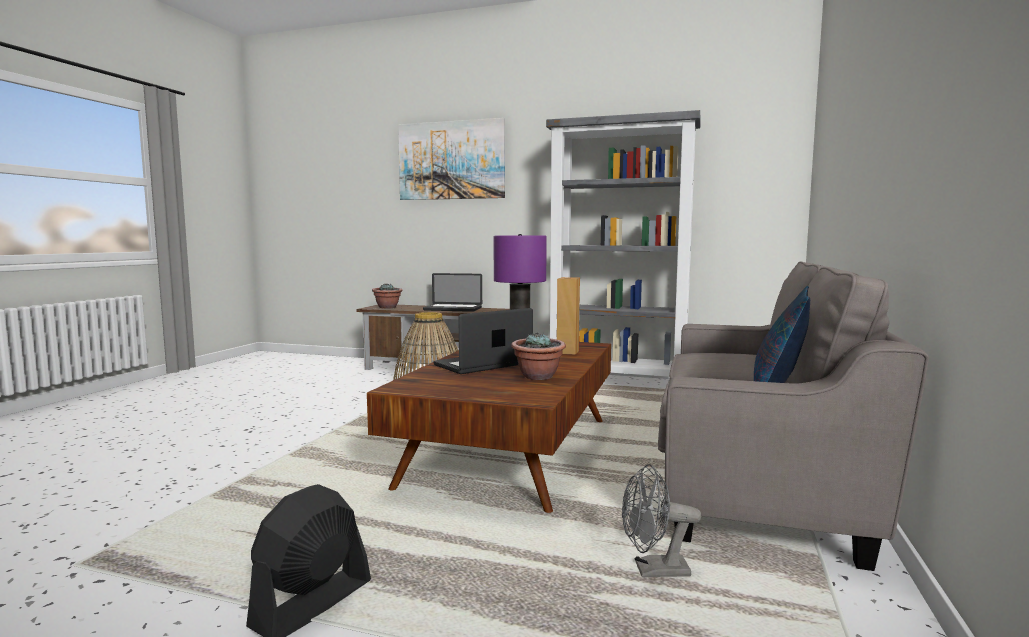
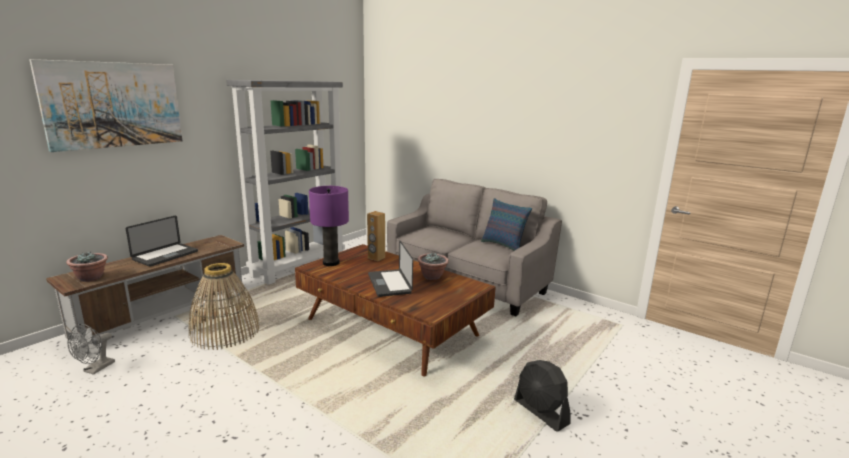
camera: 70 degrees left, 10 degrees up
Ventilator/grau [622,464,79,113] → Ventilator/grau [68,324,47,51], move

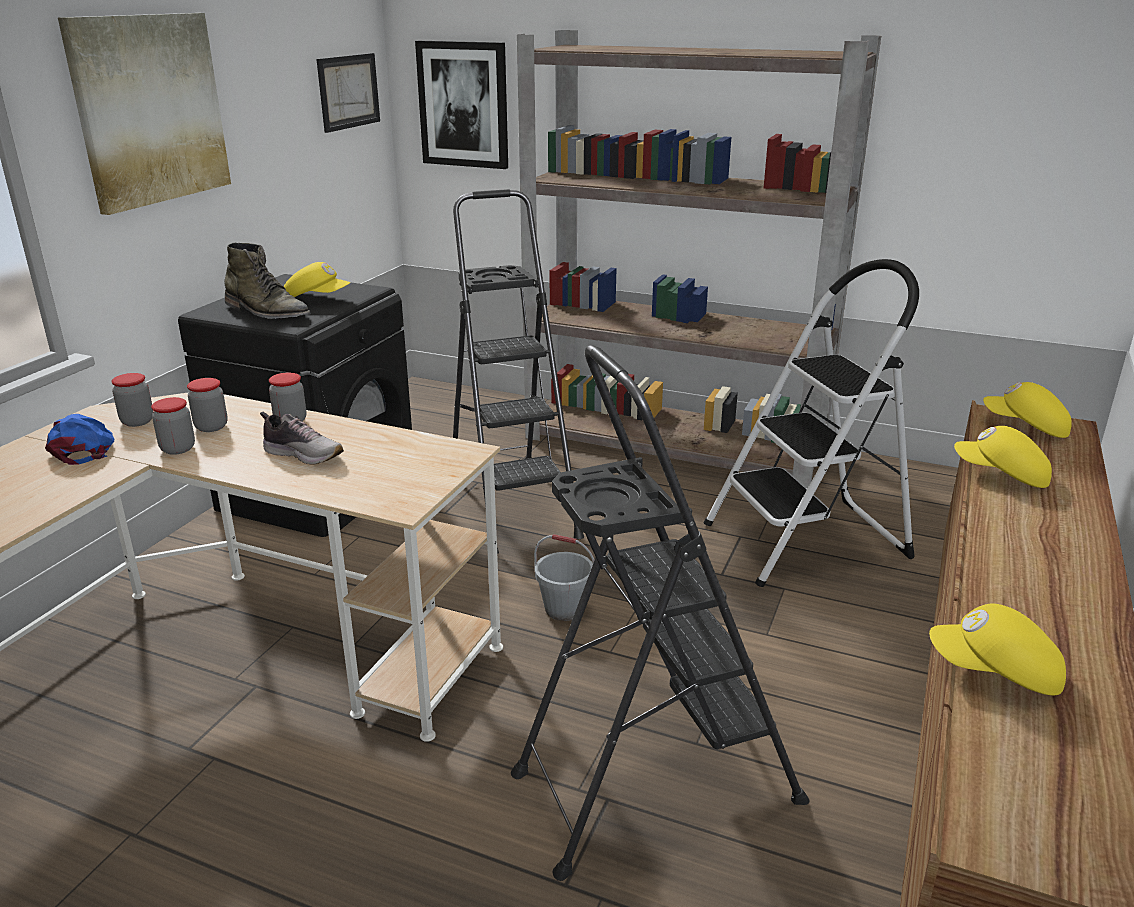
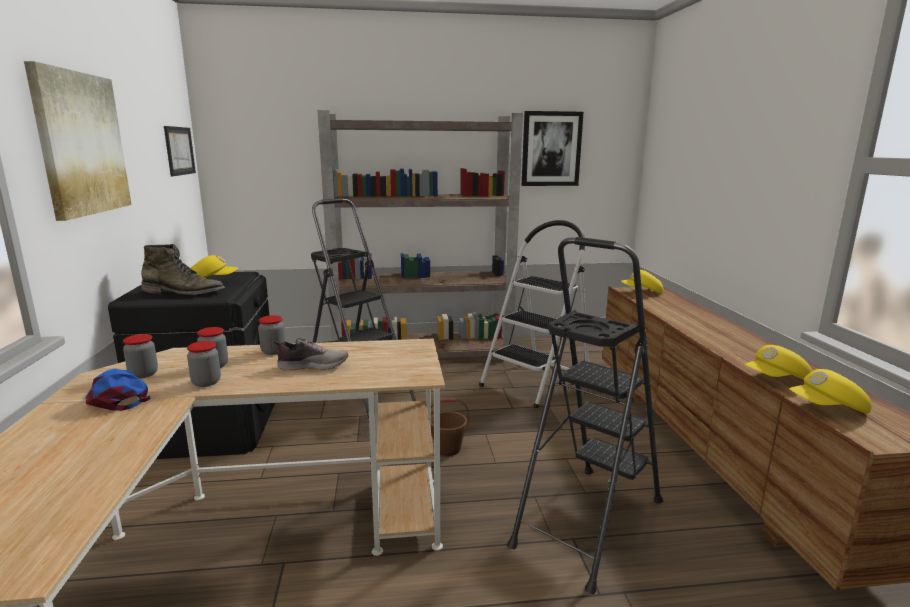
camera: 30 degrees left, 10 degrees down
Bild [415,41,93,128] → Bild [521,111,62,75], move
Eimer/grau [534,534,60,87] → Eimer/braun [431,398,38,58]
Kappe/gelb [954,426,98,62] → Kappe/gelb [789,369,83,44], move

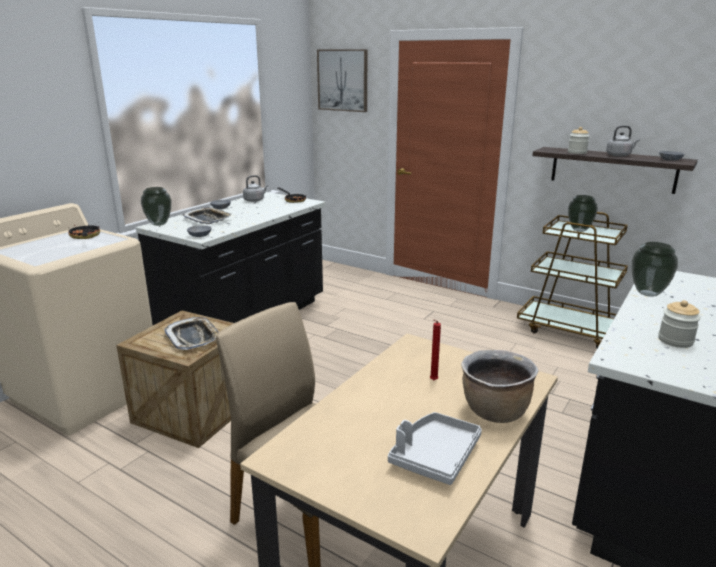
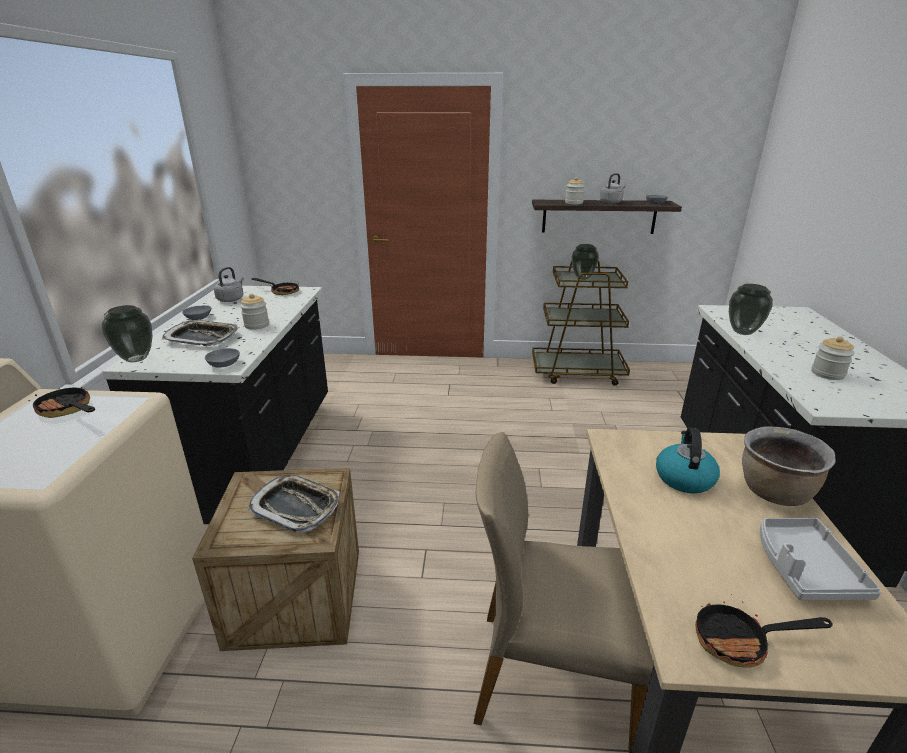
camera: 30 degrees left, 5 degrees up
Bild [317,49,51,63] → -
Kerze/rot [430,320,11,60] → Wasserkessel [656,427,64,66]
- → Vorratsglas [240,294,29,36]
- → Pfanne [695,594,138,74]

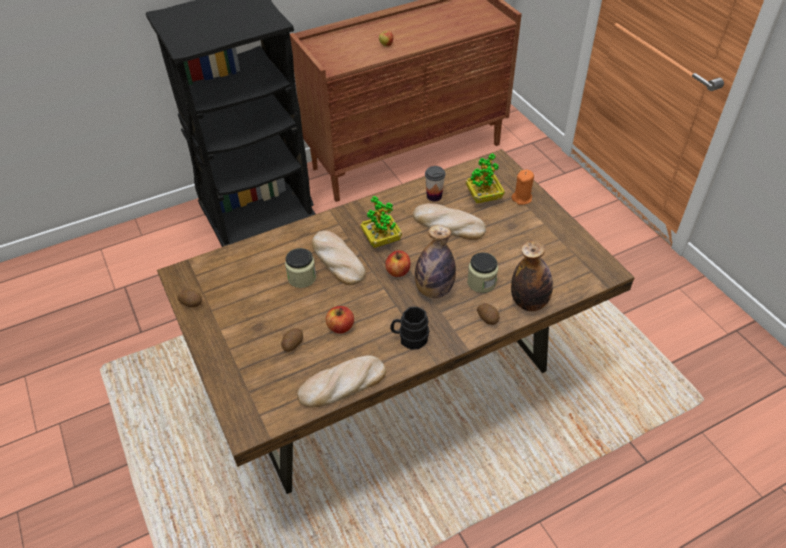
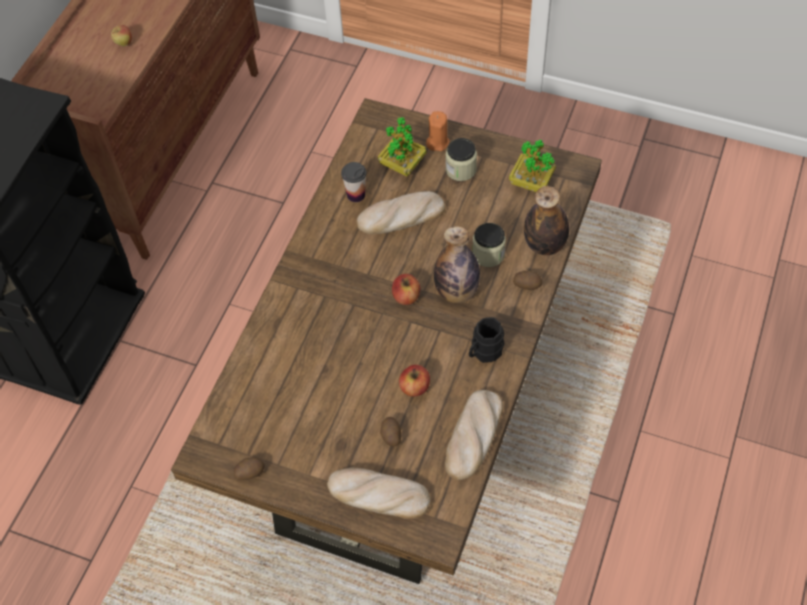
camera: 40 degrees left, 10 degrees up
Vorratsglas [285,248,31,40] → Vorratsglas [446,138,31,43], move
Brot [312,230,54,55] → Brot [327,467,103,52], move
Topfpflanze [361,196,41,52] → Topfpflanze [509,140,47,52], move

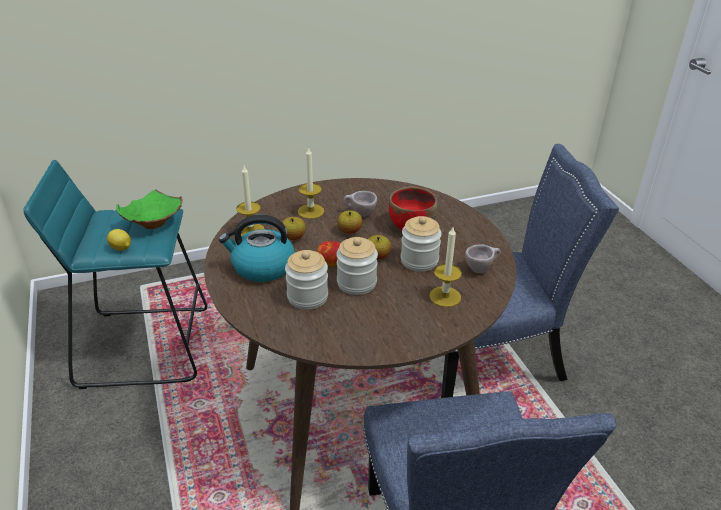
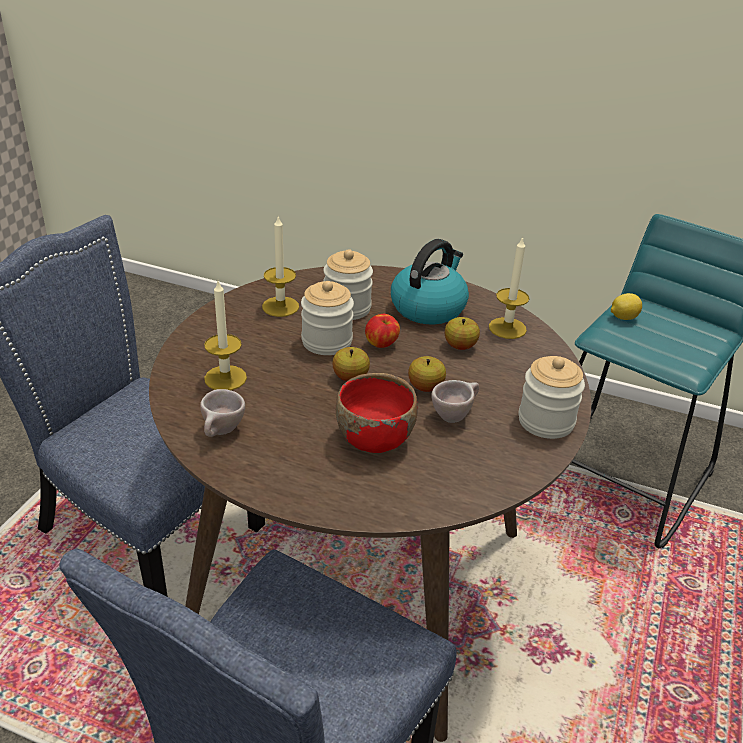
camera: 130 degrees right, 0 degrees up
Schüssel/grün [116,189,66,40] → -
Kerze [298,147,26,72] → Kerze [262,217,37,100], move
Vorratsglas [401,216,41,56] → Vorratsglas [518,356,67,83], move

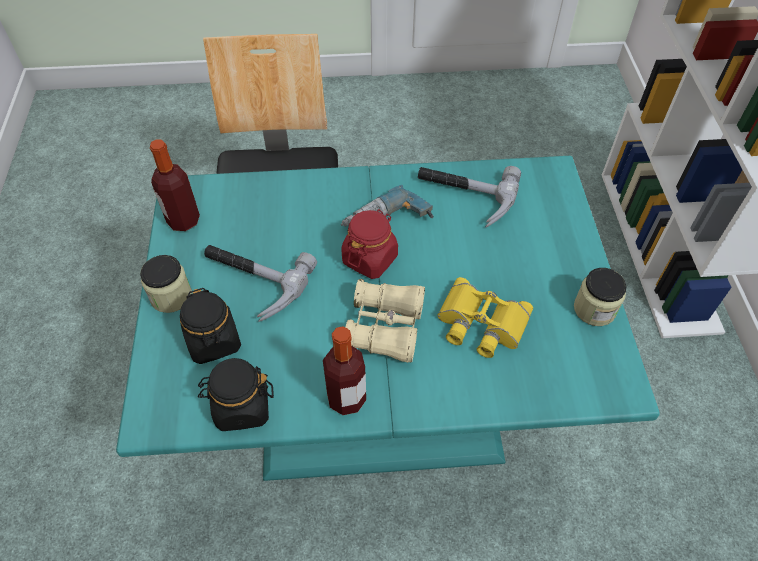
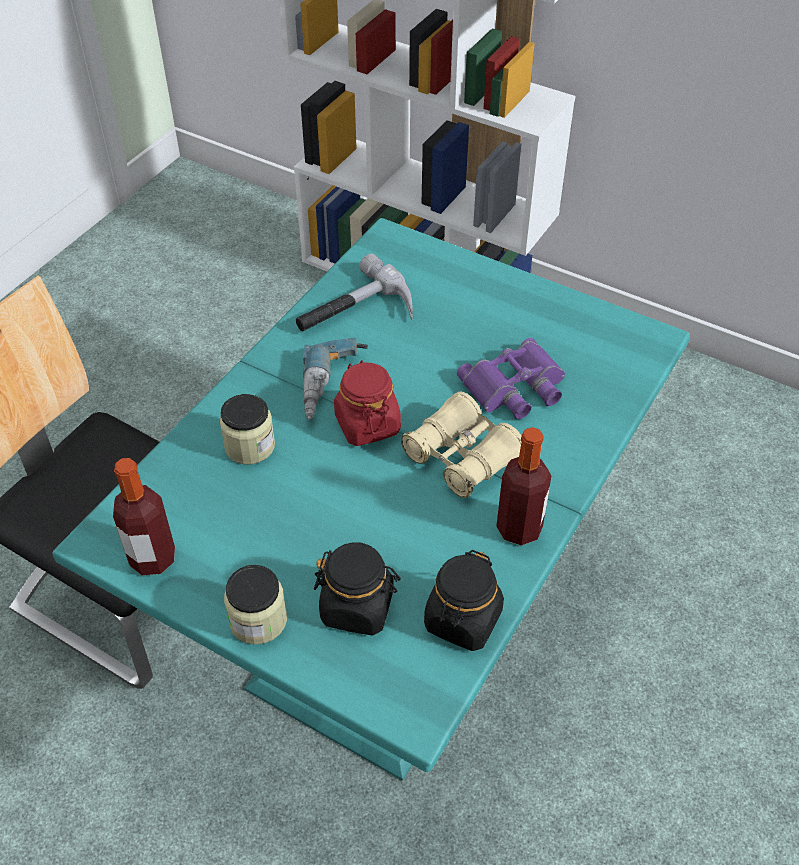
camera: 55 degrees left, 5 degrees down
Hammer [204,245,113,77] → -
Fernglas/gelb [437,277,96,81] → Fernglas/lila [457,338,108,81]
Vorratsglas [574,268,53,58] → Vorratsglas [220,394,55,70], move

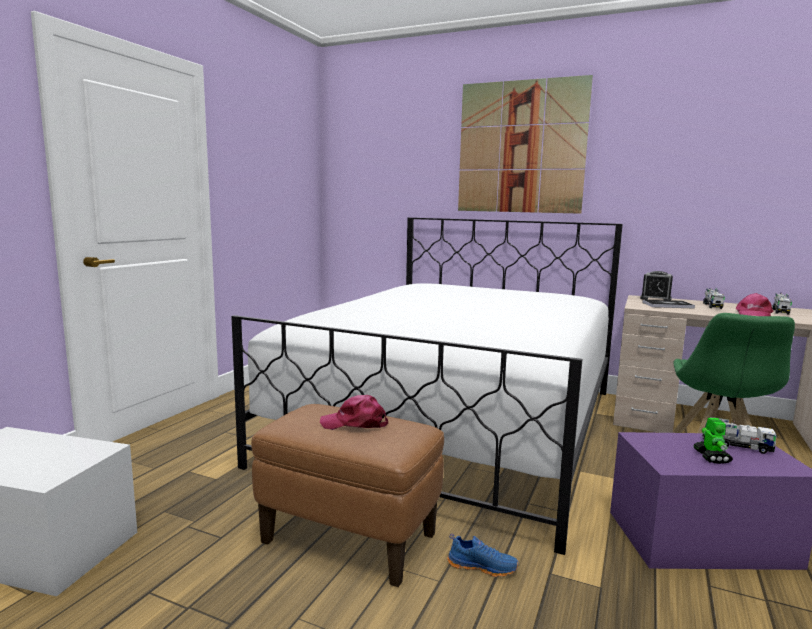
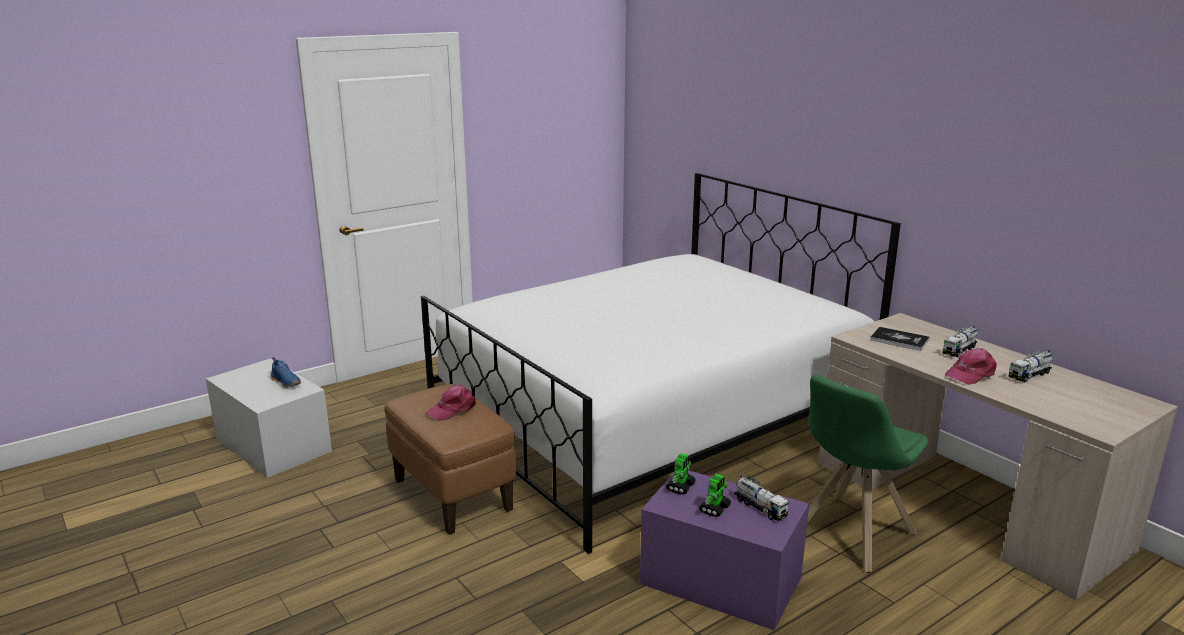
camera: 30 degrees right, 10 degrees up
Kappe/rosa [320,395,68,35] → Kappe/rosa [426,385,50,36], 75 degrees counterclockwise
Schuh/blau [447,534,72,43] → Schuh/blau [271,357,30,31], move
Bild [458,75,135,139] → -
Wecker [640,271,33,29] → -
- → Spielzeugroboter [666,453,30,41]

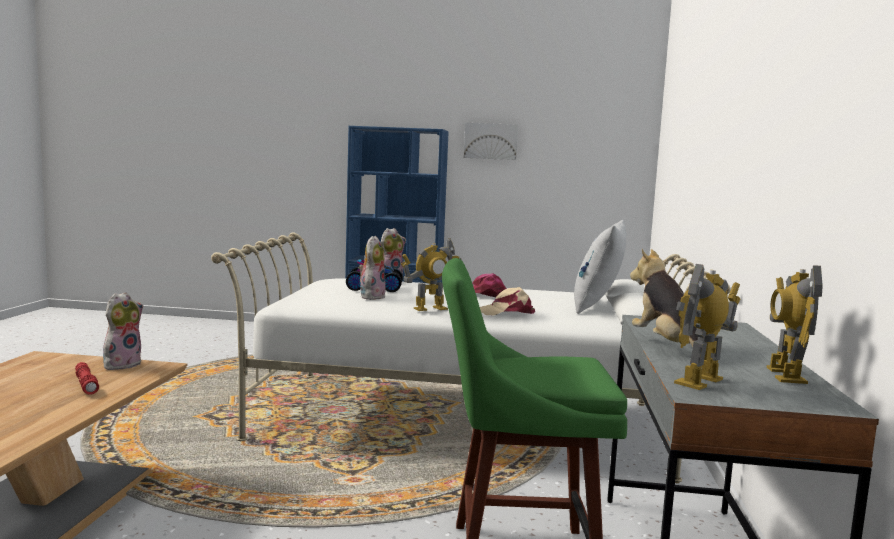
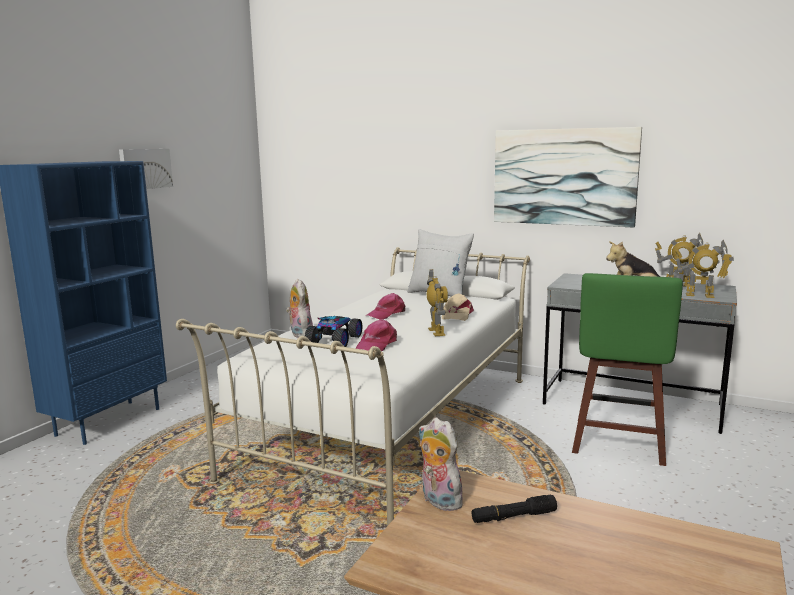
camera: 70 degrees left, 5 degrees up
Taschenlampe/rot [75,362,24,33] → Taschenlampe/schwarz [472,495,85,28]
Plüschtier [359,236,27,64] → Kappe/rosa [355,319,42,32]
Spielzeugroboter [674,264,66,126] → Spielzeugroboter [674,240,60,58], 45 degrees counterclockwise
- → Bild [494,127,148,101]

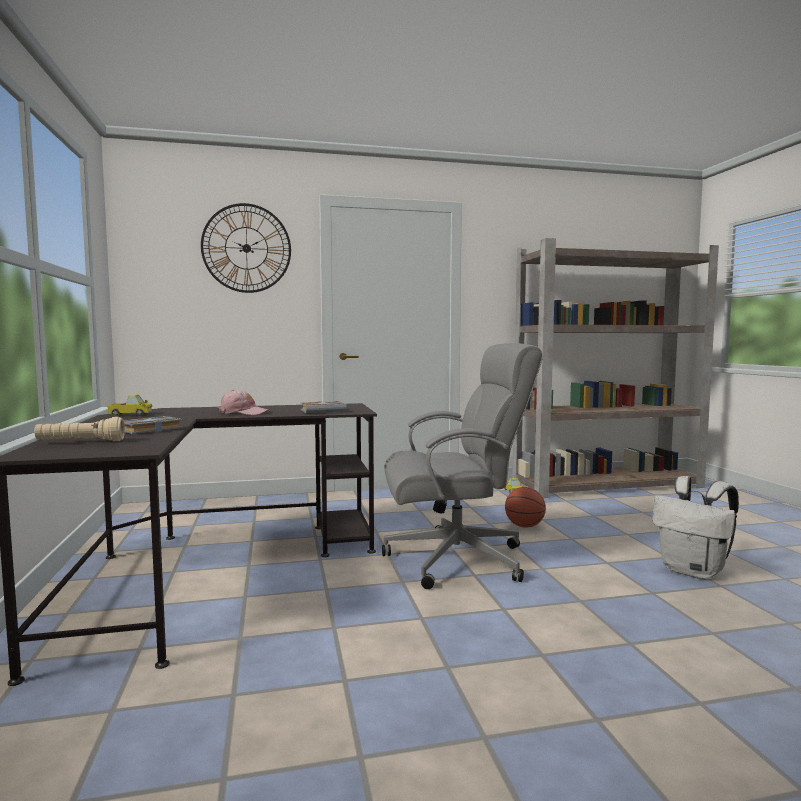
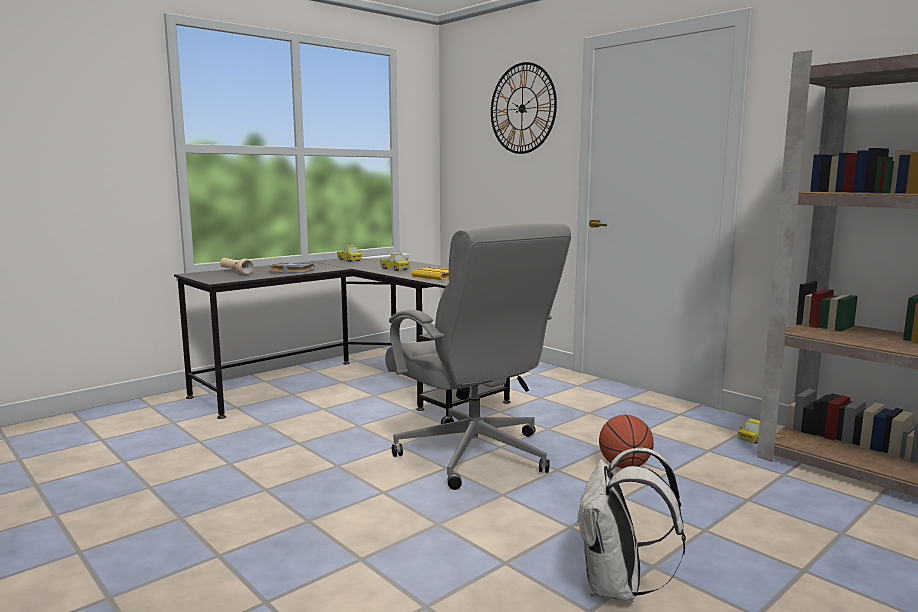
camera: 60 degrees right, 5 degrees up
Kappe/rosa [218,390,52,25] → Spielzeuglaster [380,253,30,18]
Buch/grau [300,401,47,12] → Buch/gelb [412,267,37,13]

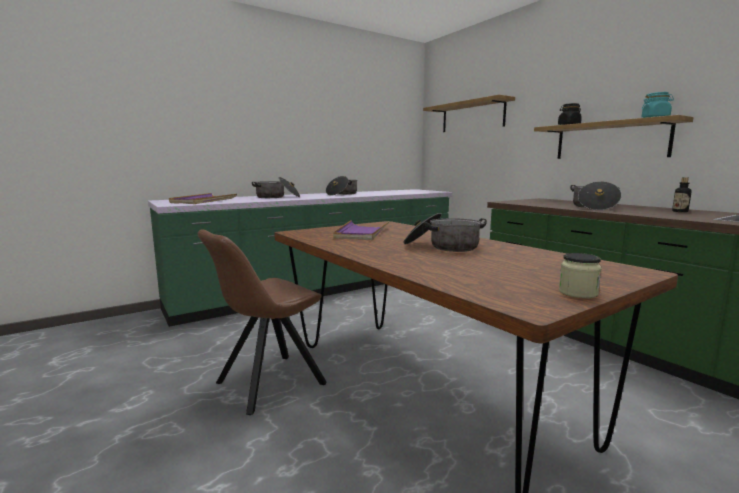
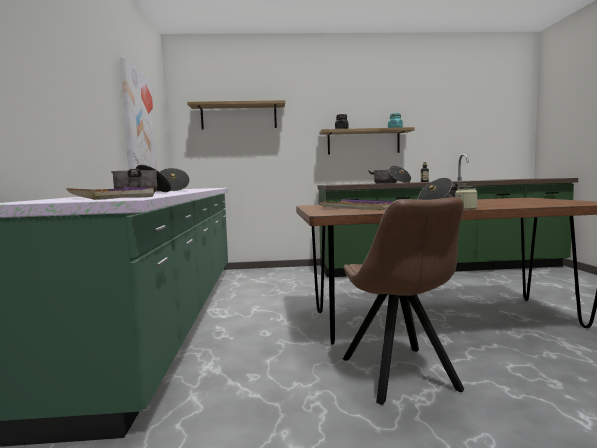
camera: 60 degrees left, 5 degrees down
Vorratsglas [559,253,43,46] → Vorratsglas [455,186,23,23], move
- → Bild [120,57,37,113]

